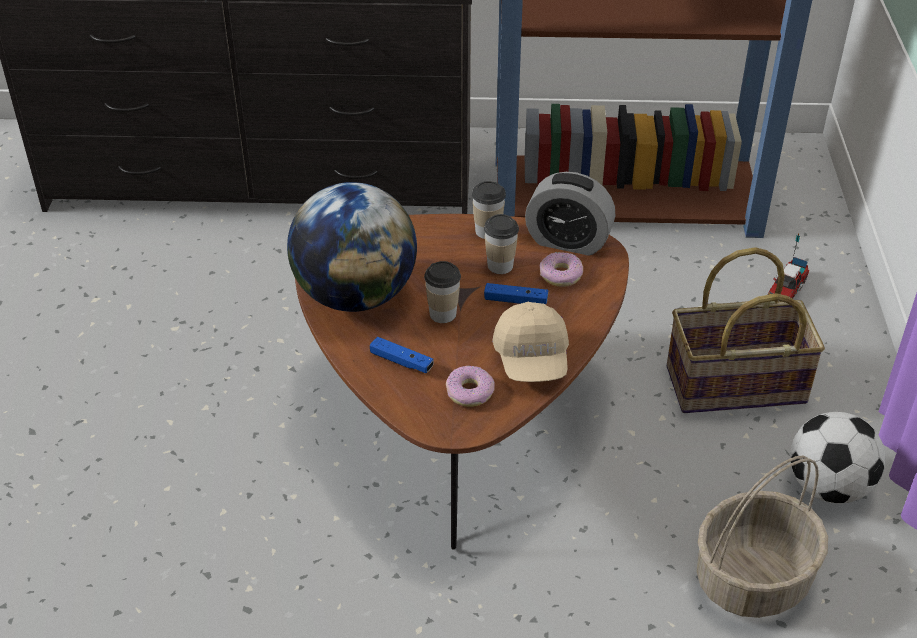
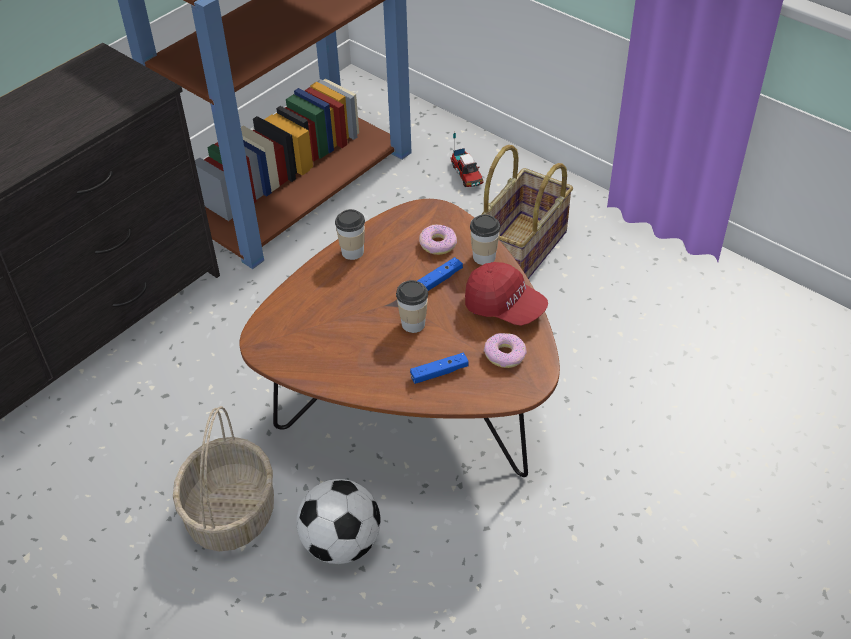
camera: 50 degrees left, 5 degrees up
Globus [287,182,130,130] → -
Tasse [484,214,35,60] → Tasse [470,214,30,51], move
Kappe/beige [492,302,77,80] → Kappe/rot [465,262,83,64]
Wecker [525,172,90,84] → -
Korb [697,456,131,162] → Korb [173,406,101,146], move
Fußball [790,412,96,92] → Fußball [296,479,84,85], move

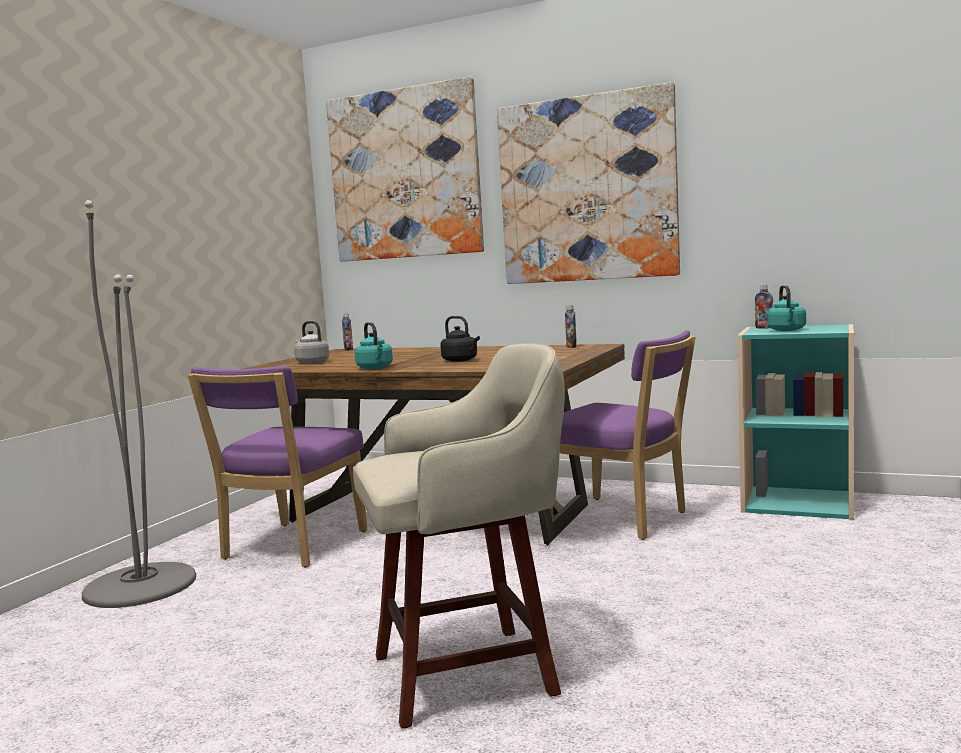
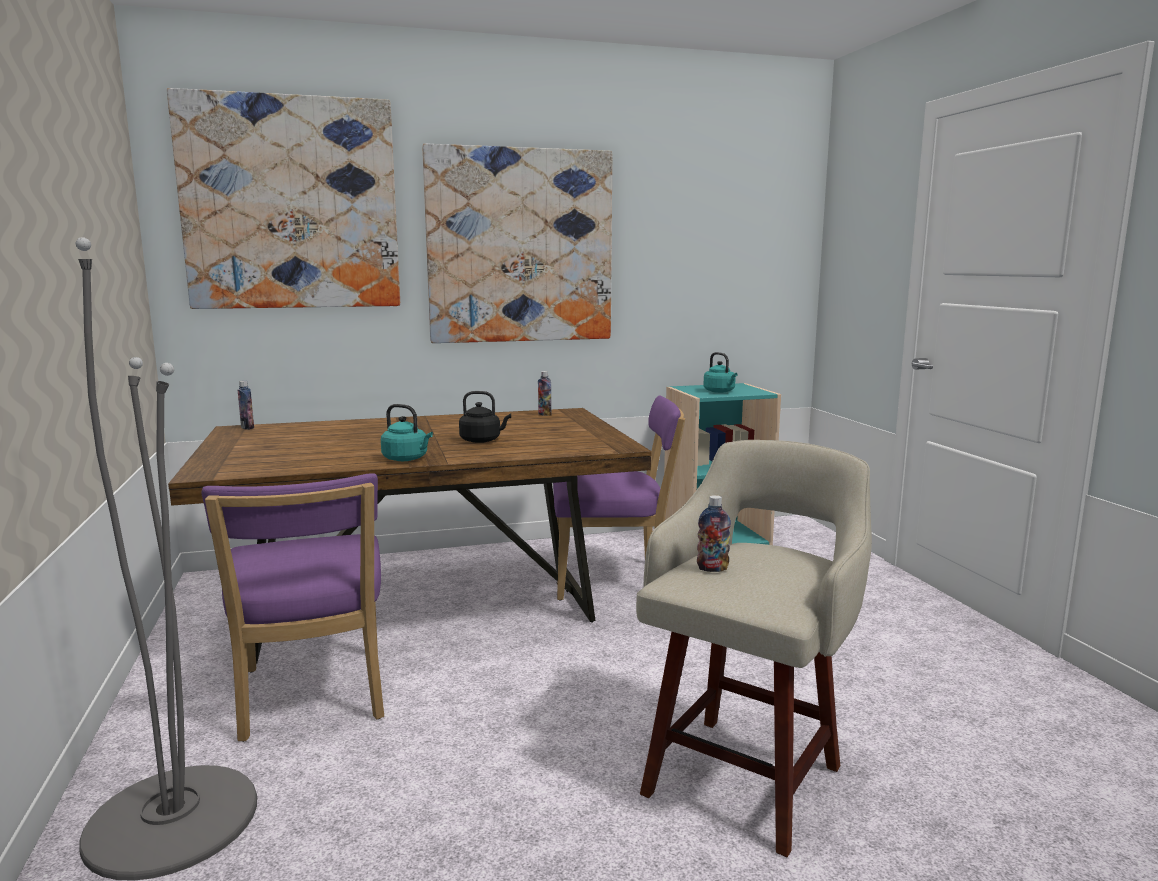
camera: 40 degrees left, 5 degrees up
Wasserkessel/grau [294,321,35,43] → -
Flasche [755,285,18,43] → Flasche [697,495,34,77], move

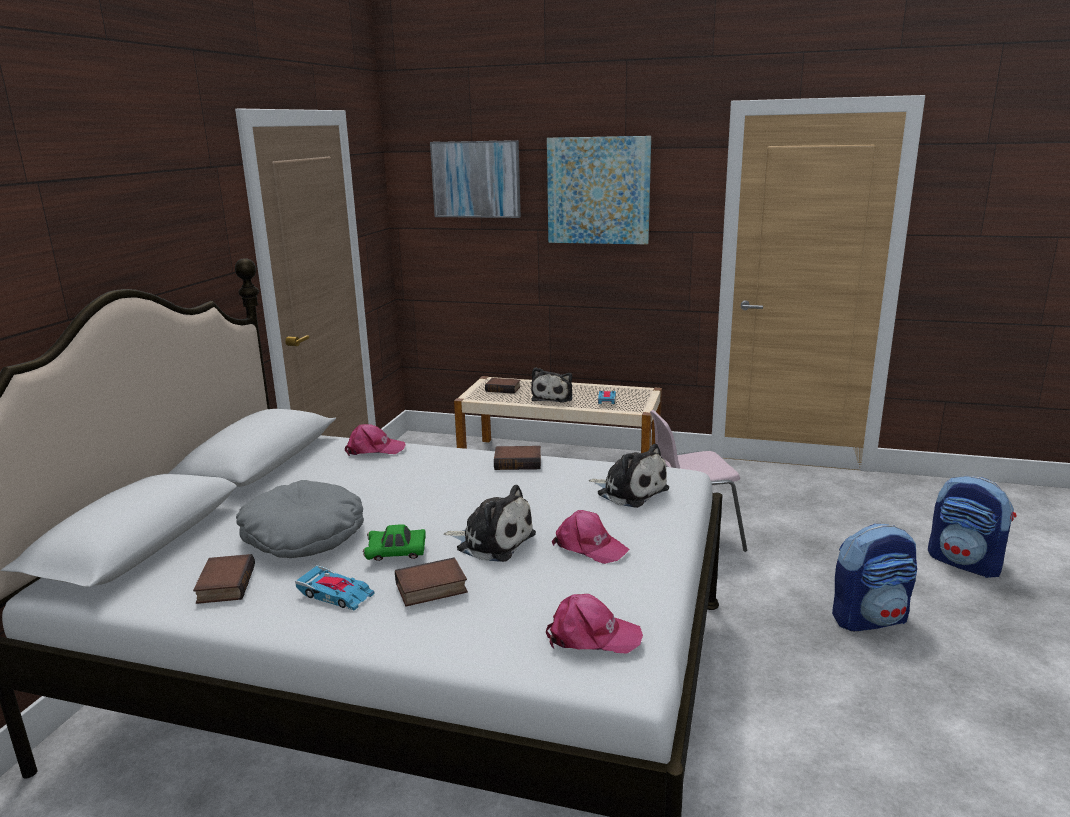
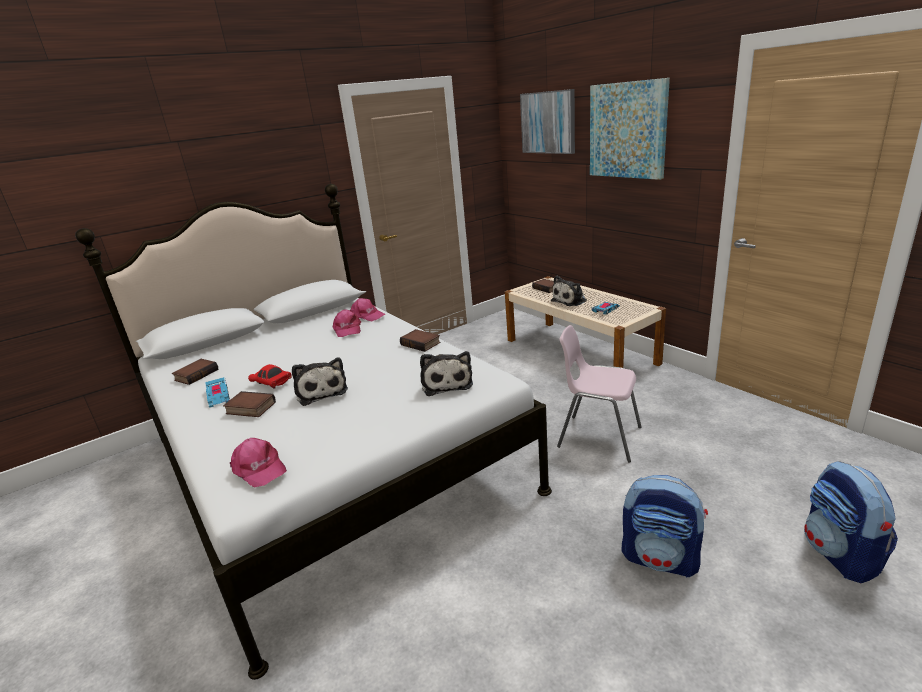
camera: 40 degrees right, 5 degrees up
Kissen/grau [236,480,128,78] → -
Spielzeugauto/grün [363,524,63,37] → Spielzeugauto/rot [248,364,44,24]
Kappe/rosa [552,510,78,54] → Kappe/rosa [333,310,28,27], move

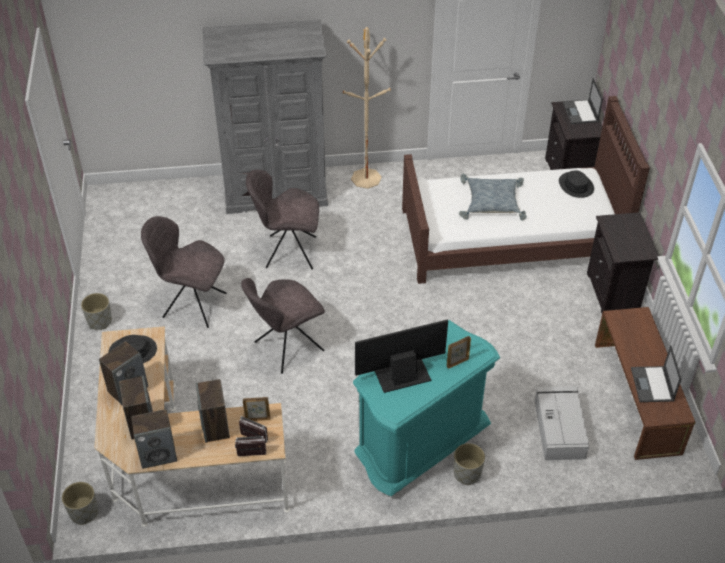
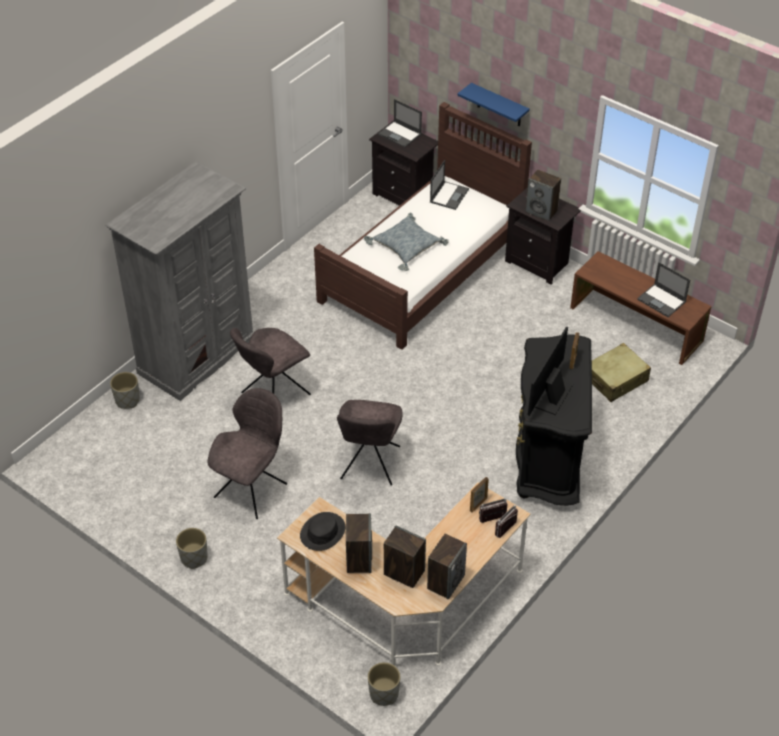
camera: 45 degrees left, 0 degrees up
Stuhl/grau [141,216,85,112] → Stuhl/grau [207,388,80,131], 150 degrees clockwise
Lautsprecher [195,379,35,64] → Lautsprecher [525,170,36,51], move
Kleiderständer/beige [343,27,48,162] → -
Kommode/türkis [353,320,147,176] → Kommode/schwarz [516,334,76,172]
Pflanzkübel/grau [454,443,31,42] → Pflanzkübel/grau [110,372,30,37], move
Aufbewahrungsbox/grau [535,386,54,74] → Koffer/beige [592,343,59,59]
Hut/schwarz [559,170,35,28] → Laptop [430,160,39,50]
- → Wandregal/blau [458,83,72,43]

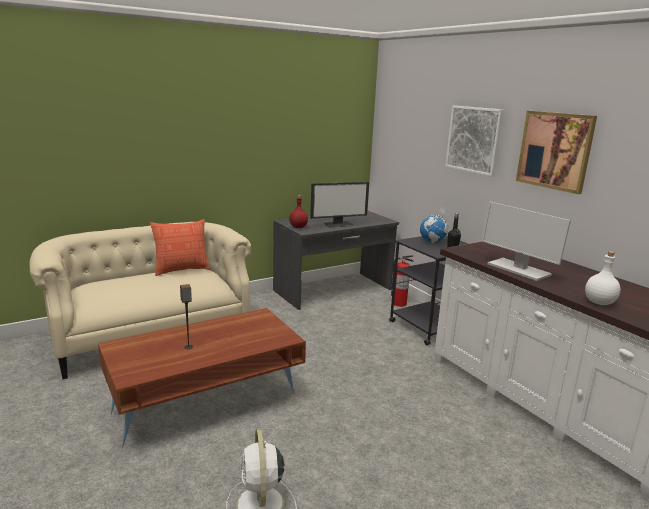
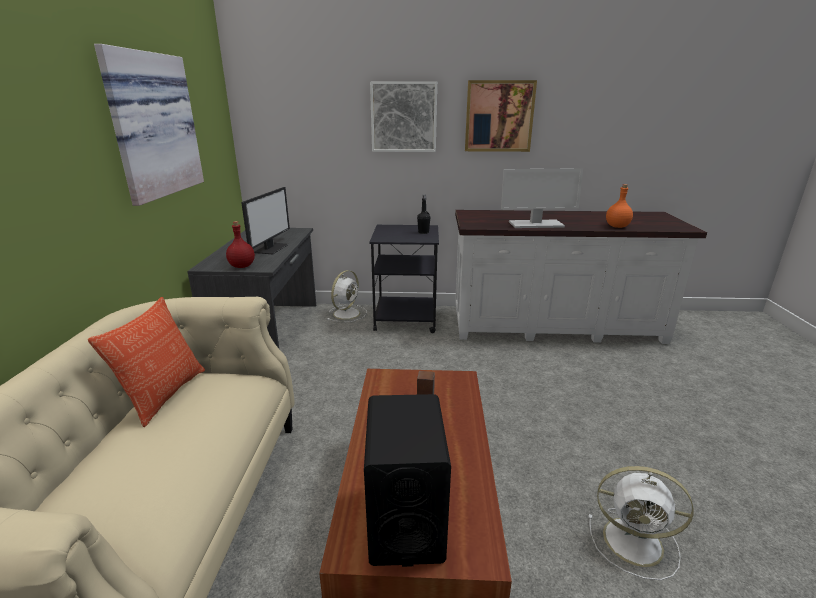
camera: 55 degrees left, 5 degrees up
Feuerlöscher [391,255,22,52] → Ventilator/weiß [328,270,39,52]
Globus [420,207,29,36] → -
Flasche/weiß [585,251,35,54] → Flasche/orange [606,184,27,44]
- → Bild [94,44,110,162]
- → Lautsprecher/schwarz [364,394,87,173]

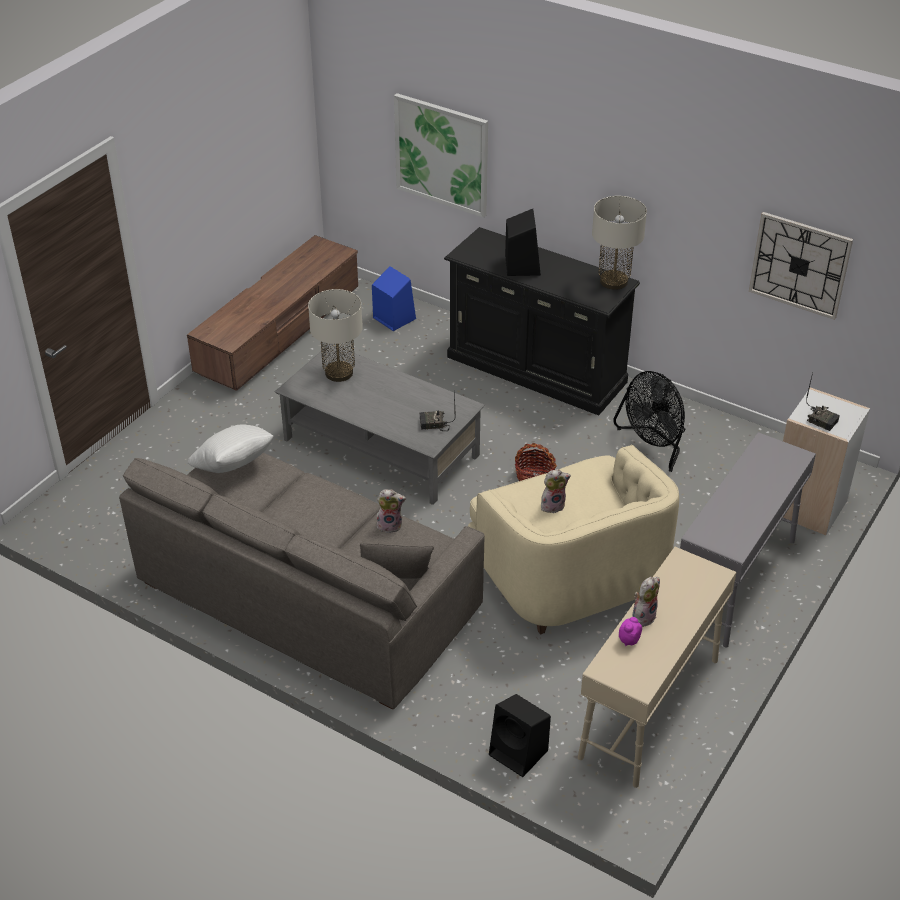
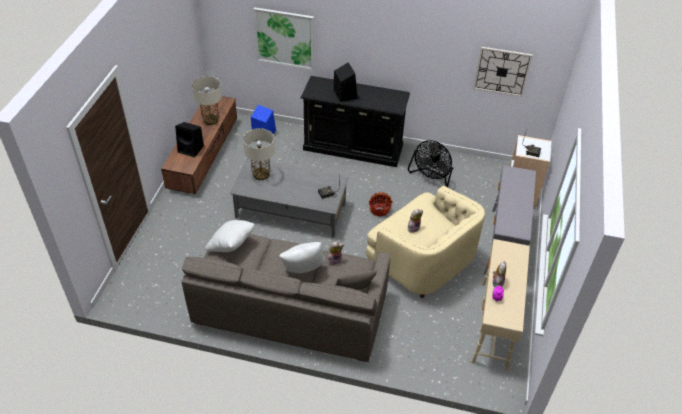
camera: 20 degrees left, 5 degrees up
Lautsprecher/schwarz [489,694,62,83] → Lautsprecher/schwarz [175,122,29,35], move
Tischlampe [592,196,55,94] → Tischlampe [192,76,30,49], move
- → Kissen/weiß [279,242,46,31]

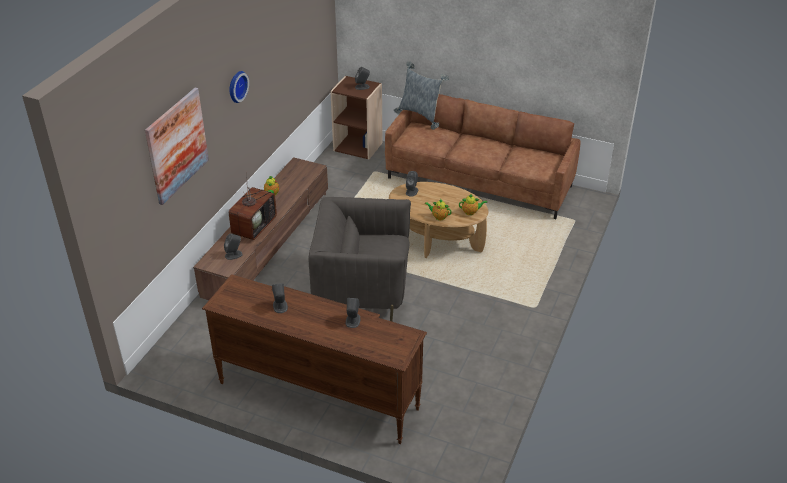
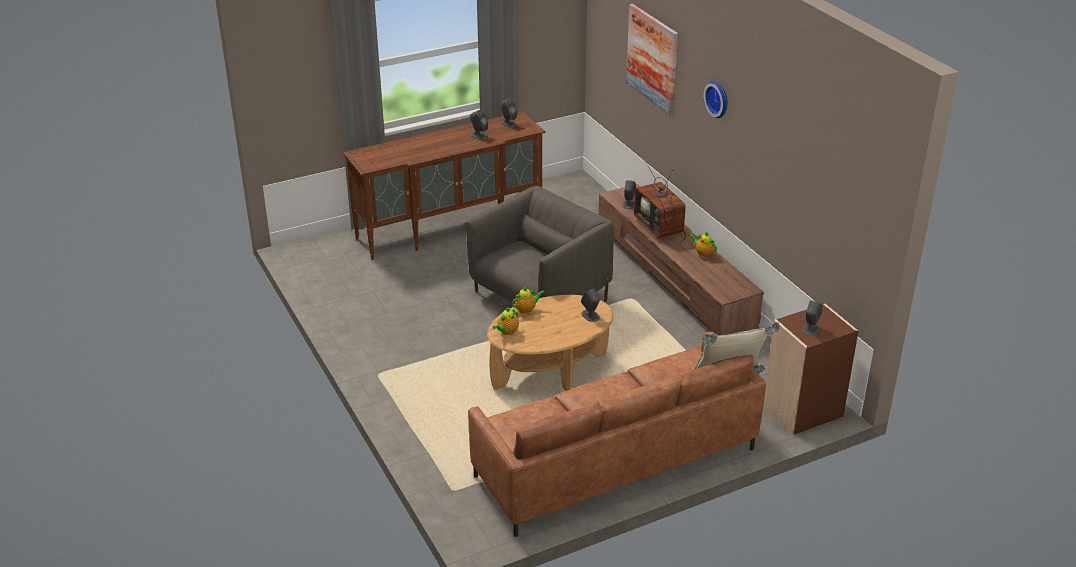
camera: 130 degrees right, 5 degrees down
Lautsprecher/grau [346,298,14,30] → Lautsprecher/grau [500,98,17,30], move

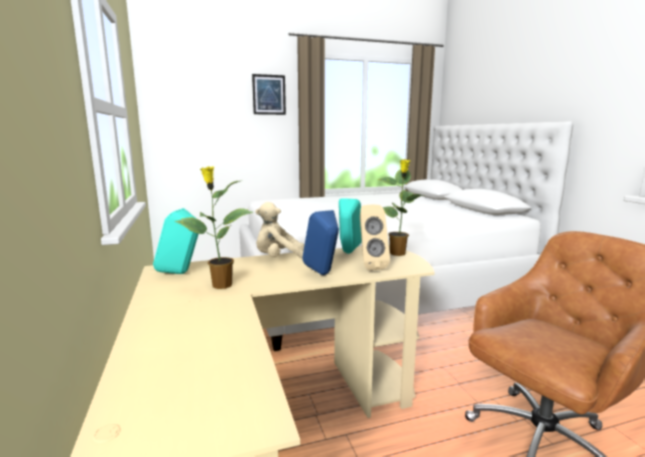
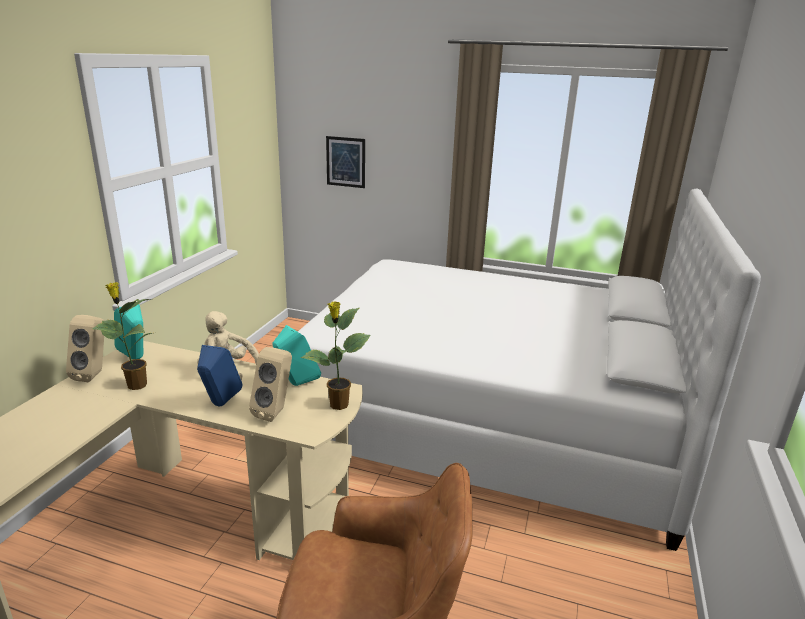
camera: 35 degrees right, 10 degrees up
Bild [252,74,34,41] → Bild [326,136,39,52], move
- → Lautsprecher/beige [66,315,38,68]

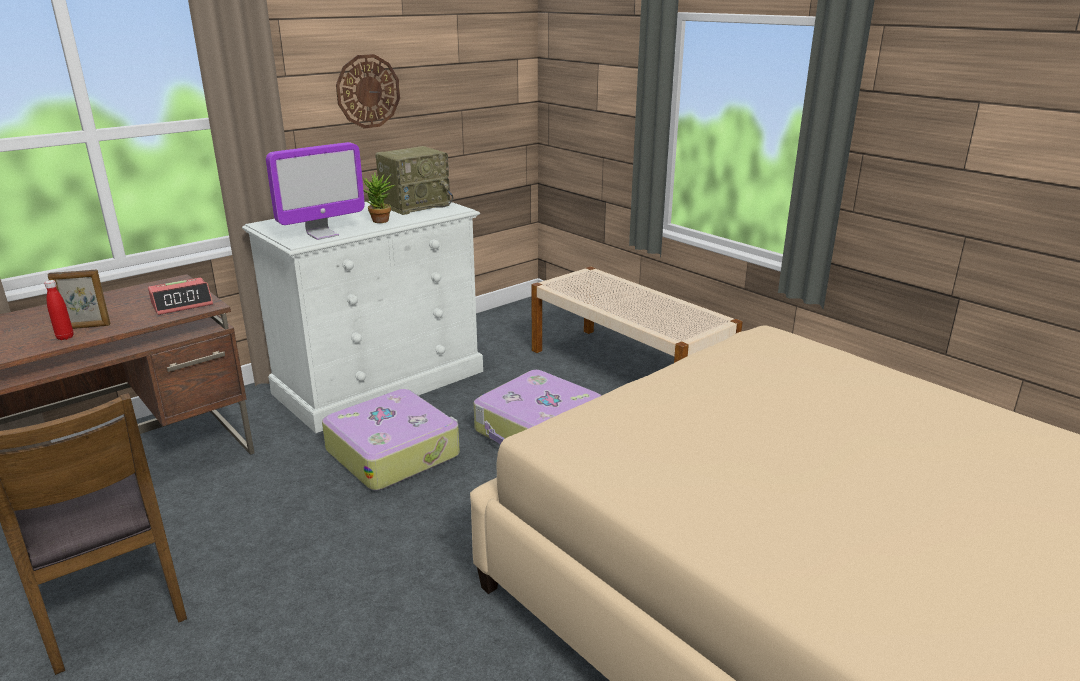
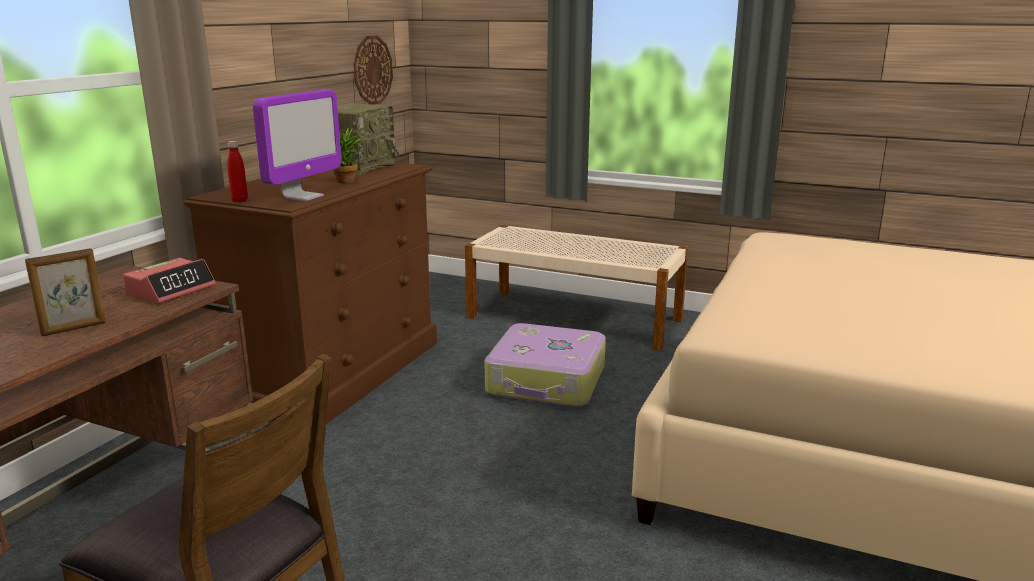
camera: 25 degrees left, 5 degrees down
Flasche/rot [44,280,29,60] → Flasche/rot [228,141,20,61], move
Kommode/weiß [242,201,241,232] → Kommode/braun [184,162,253,262]
Koffer [322,389,138,101] → -
Wanduhr [336,54,64,75] → Wanduhr [354,35,39,70], move

